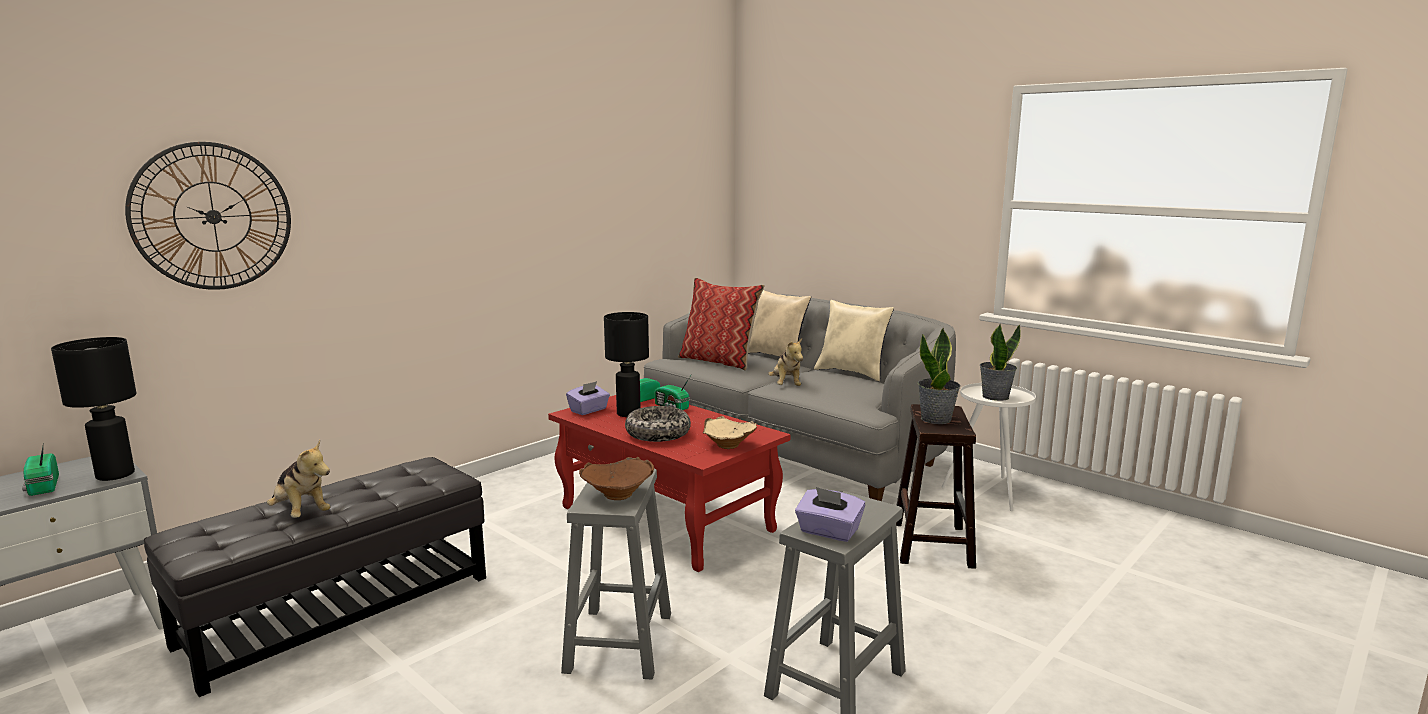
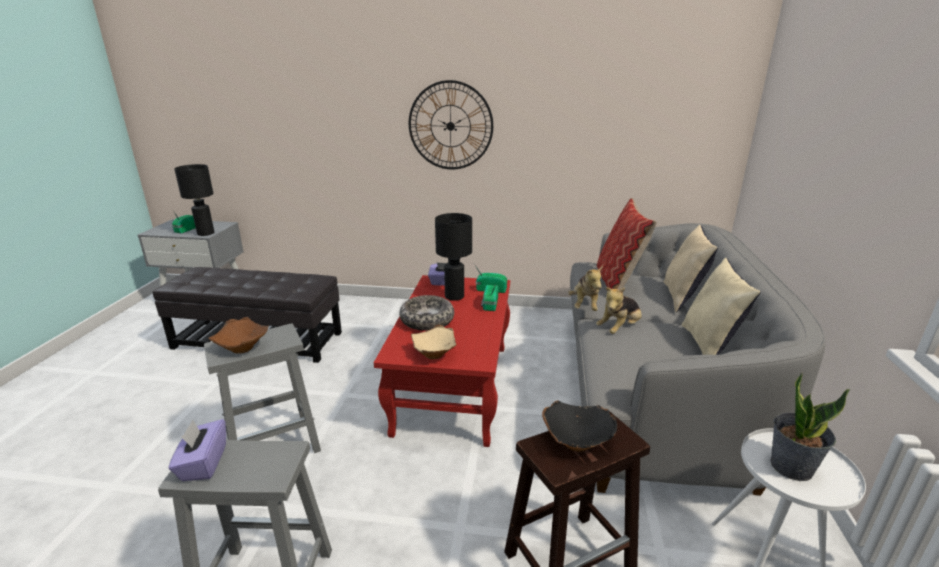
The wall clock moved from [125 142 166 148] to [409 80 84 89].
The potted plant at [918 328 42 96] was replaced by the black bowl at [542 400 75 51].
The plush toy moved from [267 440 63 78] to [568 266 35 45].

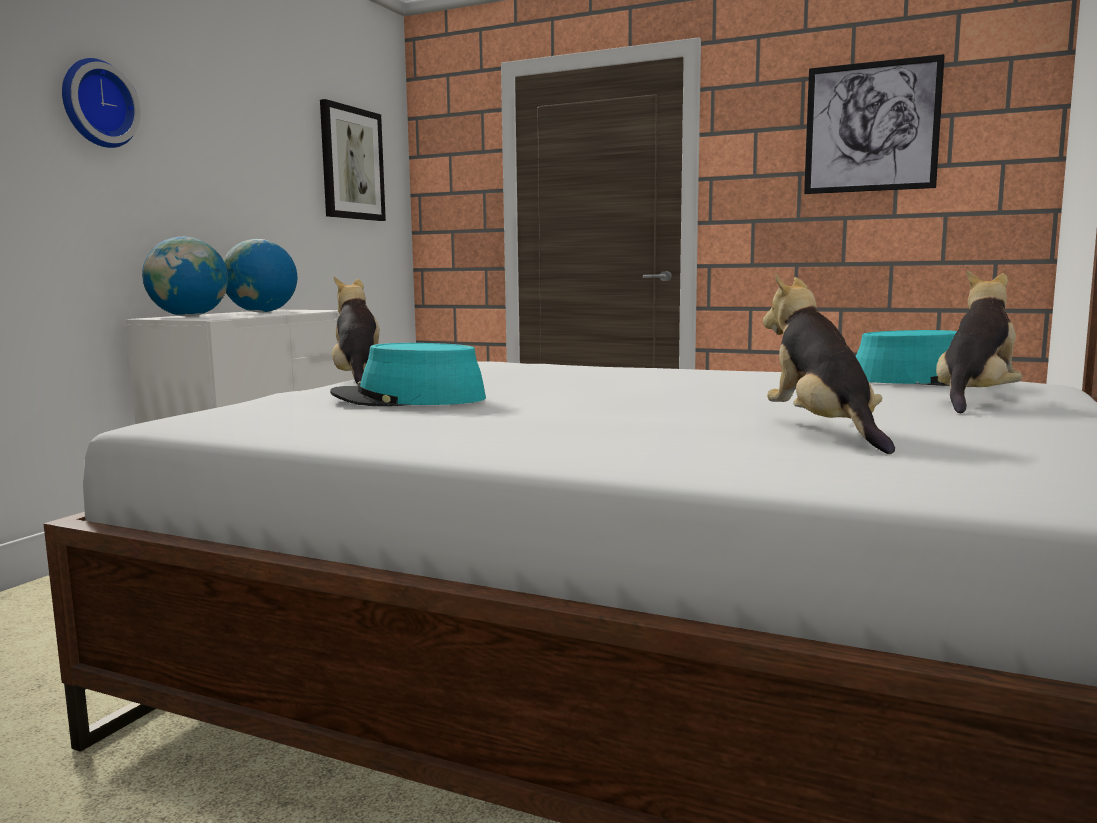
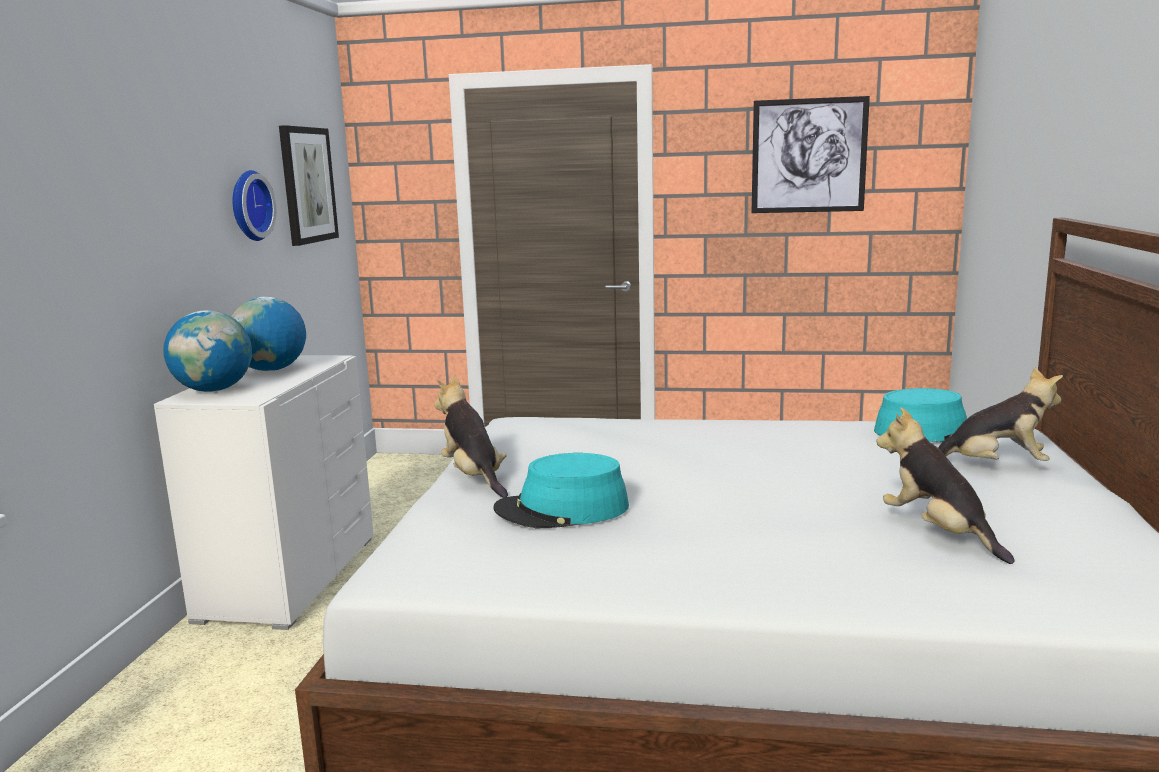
The wall clock moved from [62 58 79 90] to [233 170 43 71].
The plush toy at [936 270 87 143] turned 75 degrees clockwise.

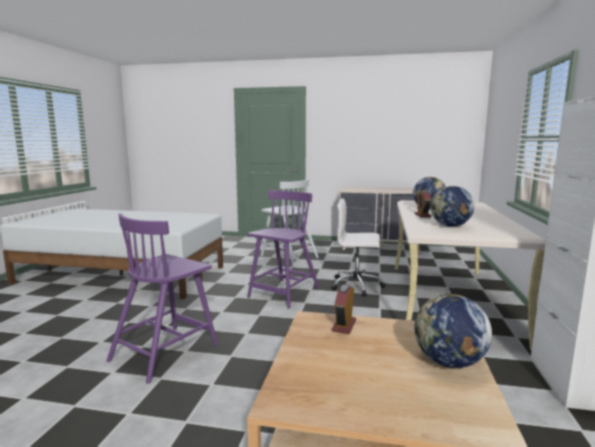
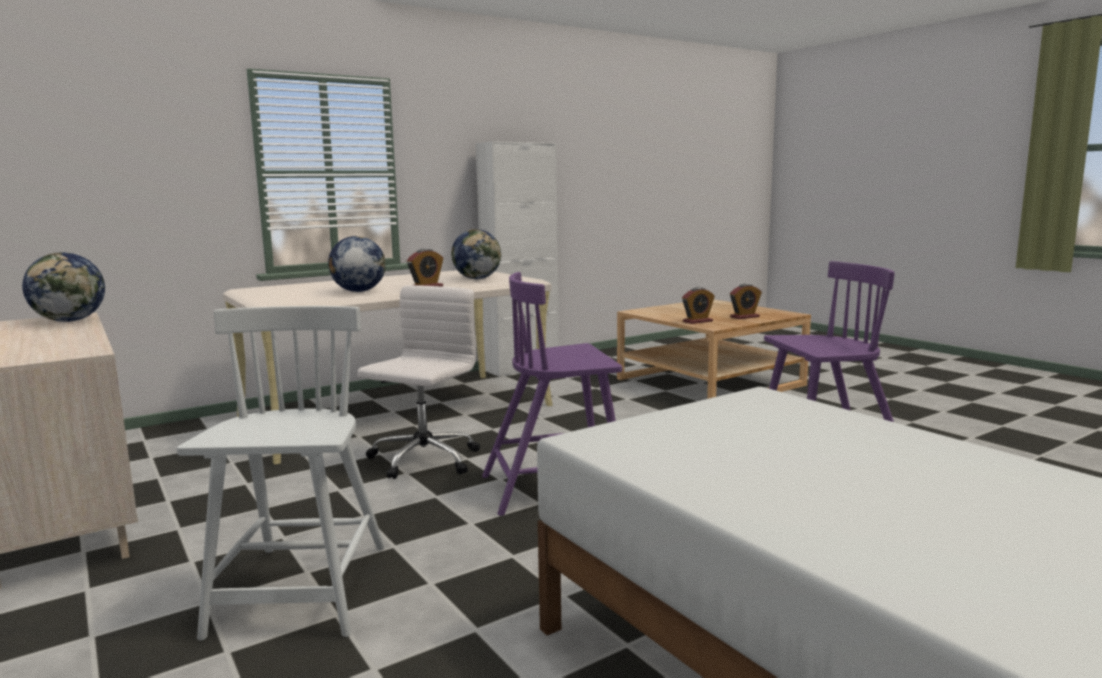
The globe moved from [414 294 78 74] to [22 252 83 70].
The white office chair at [331 198 54 98] turned 120 degrees counterclockwise.
The alarm clock at [730 284 32 35] appeared.

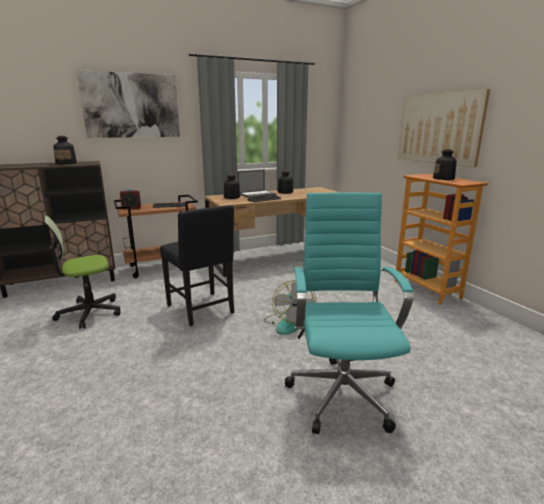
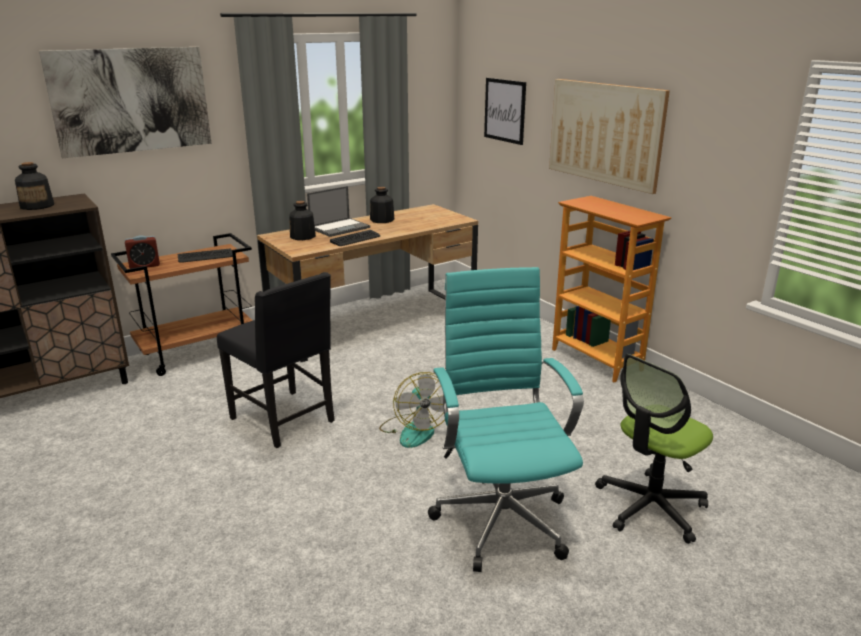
The picture at [484 78 42 67] appeared.
The office chair moved from [44 215 77 114] to [595 354 118 190].
The bottle at [433 149 24 31] disappeared.

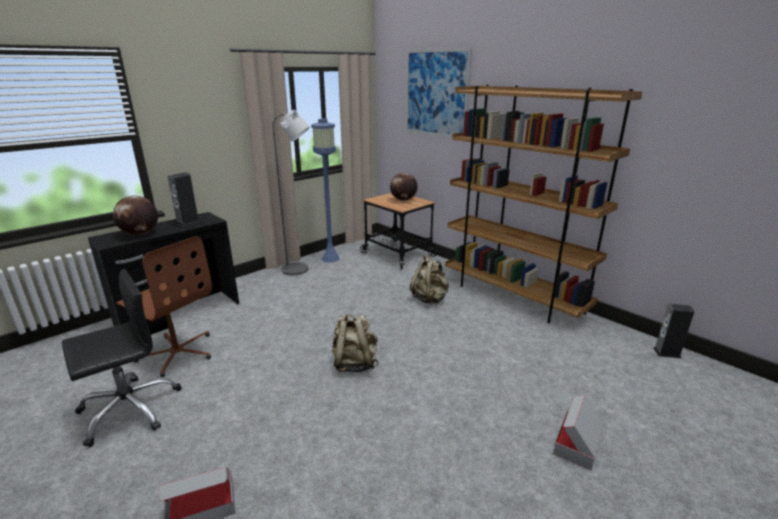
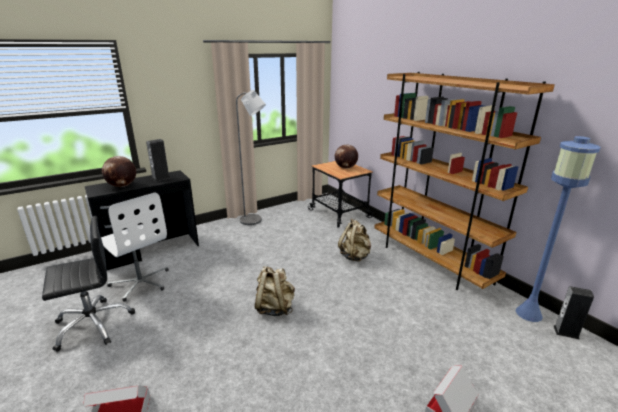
The brown office chair at [117 236 95 141] became the white office chair at [101 193 68 108].
The blue floor lamp moved from [311 119 29 144] to [516 136 85 186].
The picture at [405 47 67 91] disappeared.

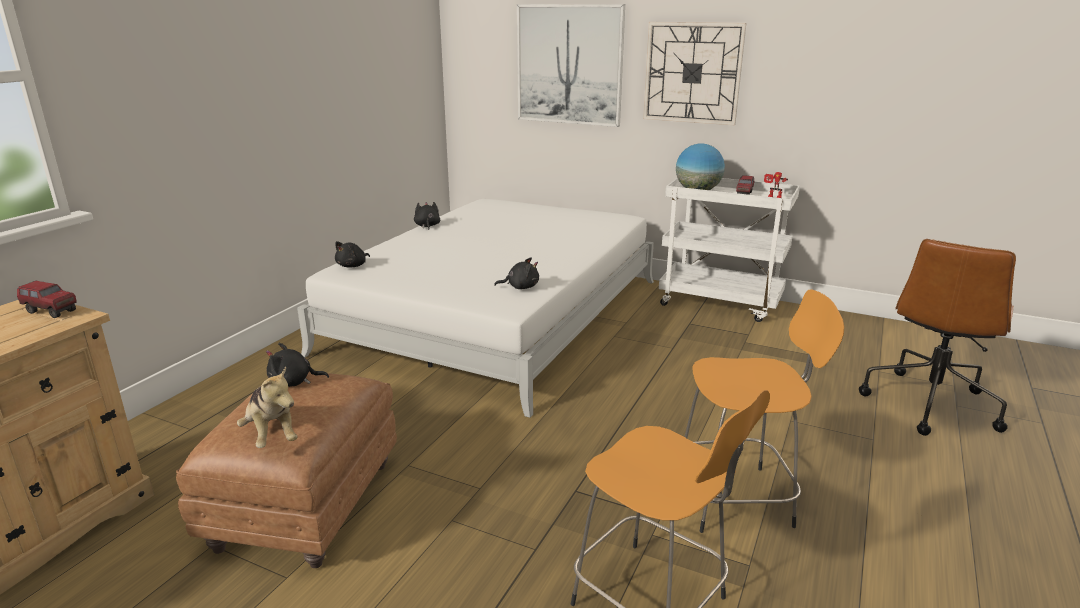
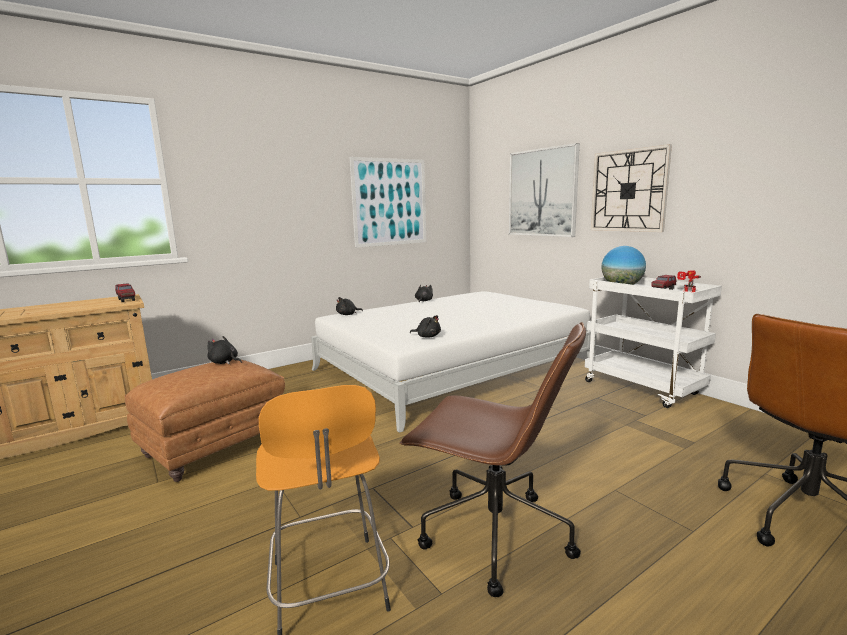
The picture at [350 157 76 91] appeared.
The orange stool at [685 290 159 243] was replaced by the brown office chair at [399 322 187 275].
The plush toy at [237 366 61 82] disappeared.

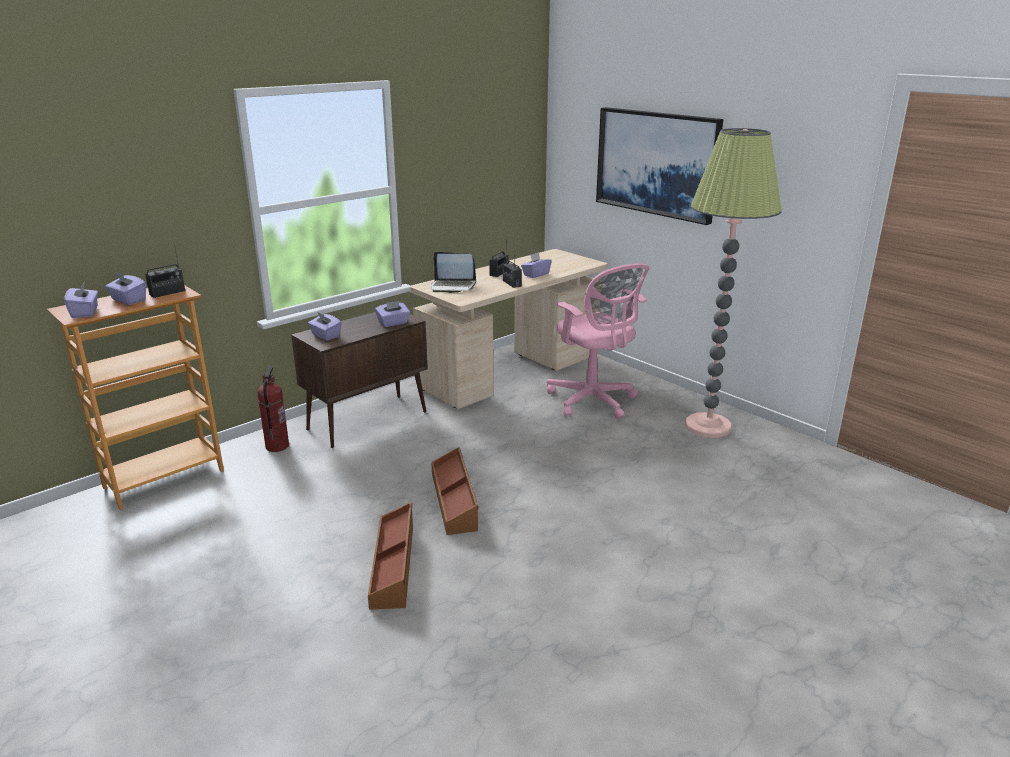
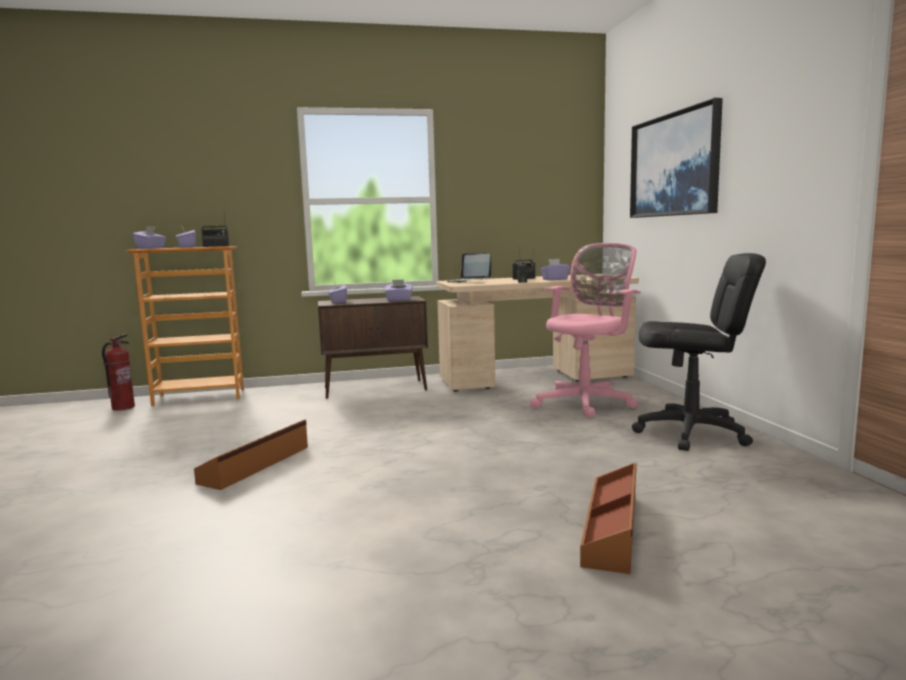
The fire extinguisher moved from [257 367 32 85] to [102 334 33 77].
The pink office chair at [547 263 102 156] turned 135 degrees counterclockwise.
The brown storage box moved from [431 447 47 88] to [580 463 57 111].
The floor lamp at [685 128 97 310] was replaced by the black office chair at [632 253 134 198].

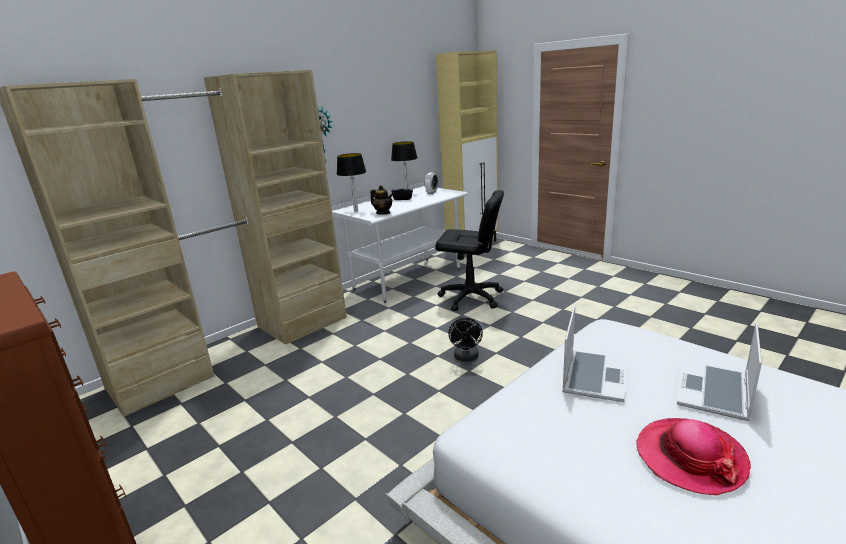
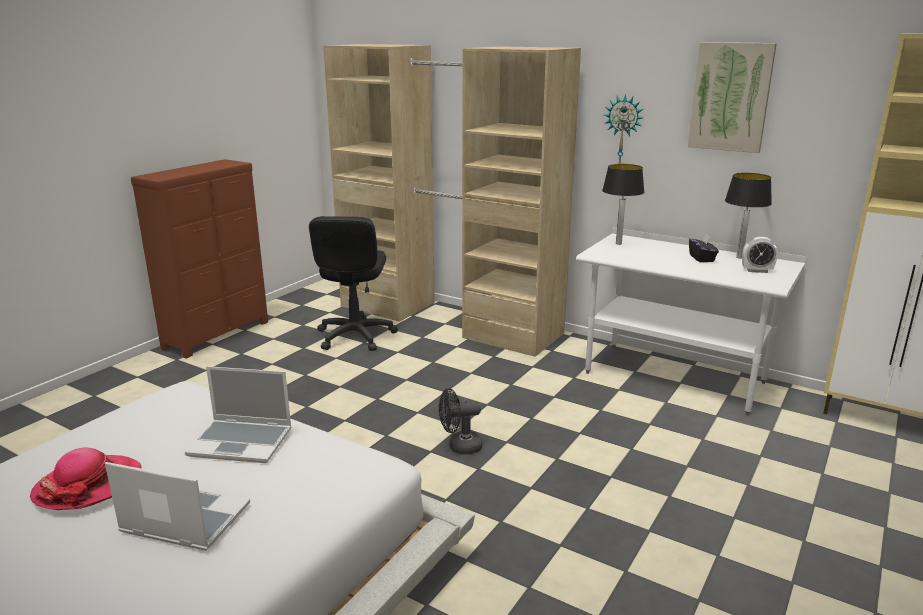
The black office chair moved from [435 190 69 121] to [309 216 89 135].
The picture at [688 42 89 111] appeared.
The teapot at [370 185 23 30] disappeared.

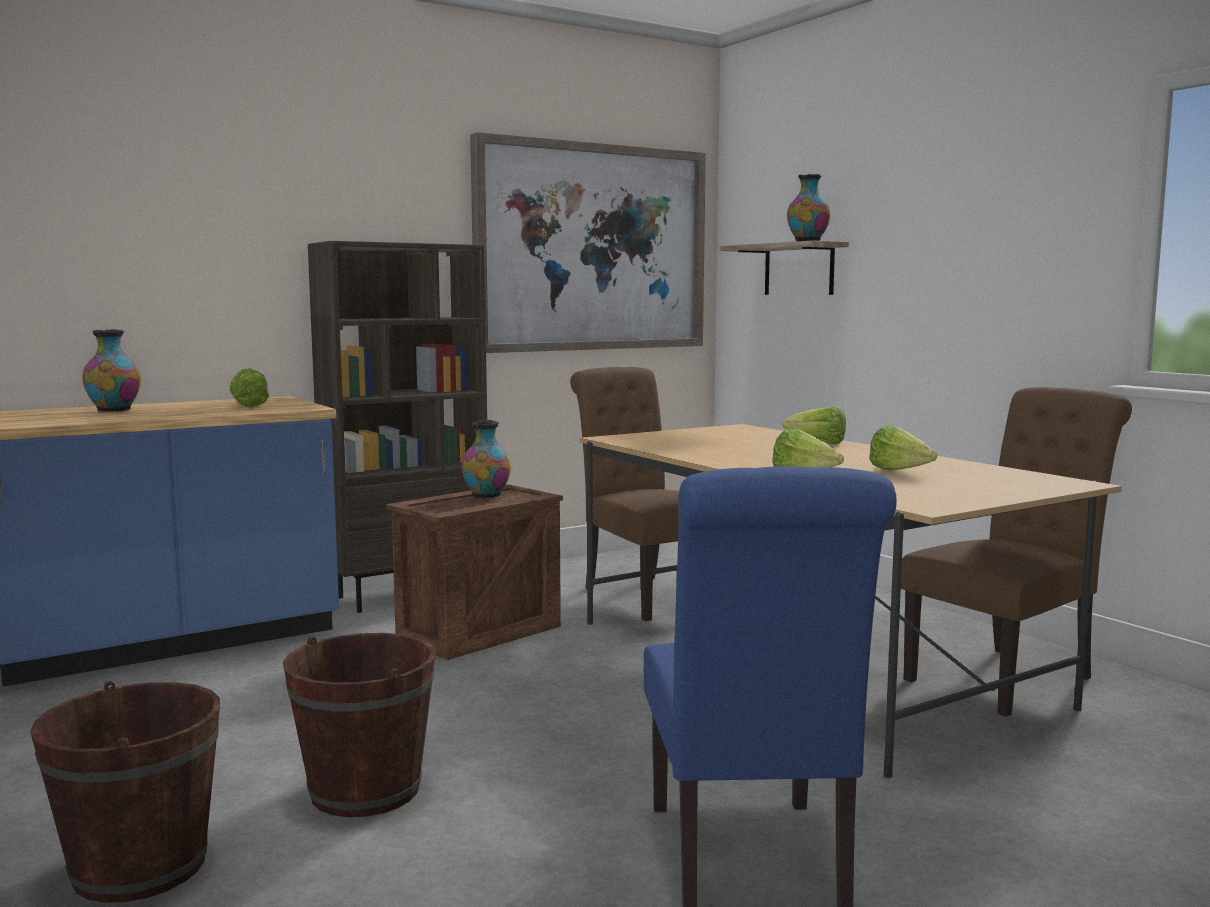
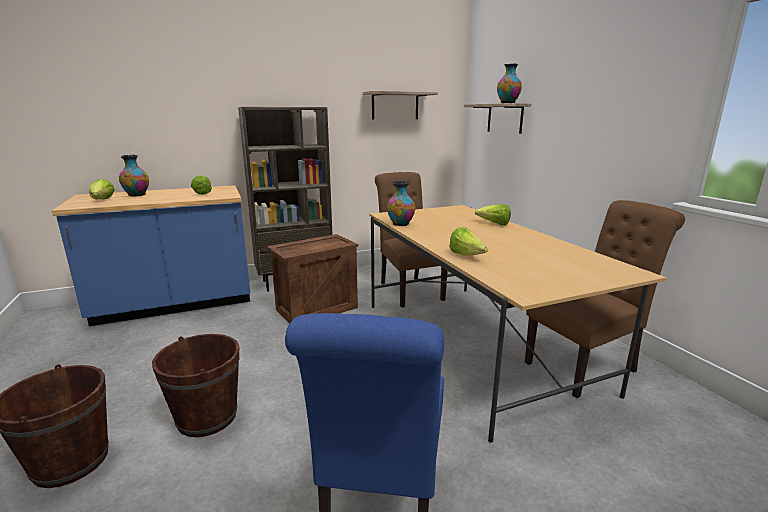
The lettuce moved from [869 425 68 45] to [89 179 26 20].
The picture at [470 132 236 221] was replaced by the shelf at [363 91 75 28].
The vase moved from [462 420 49 78] to [387 181 28 45].

